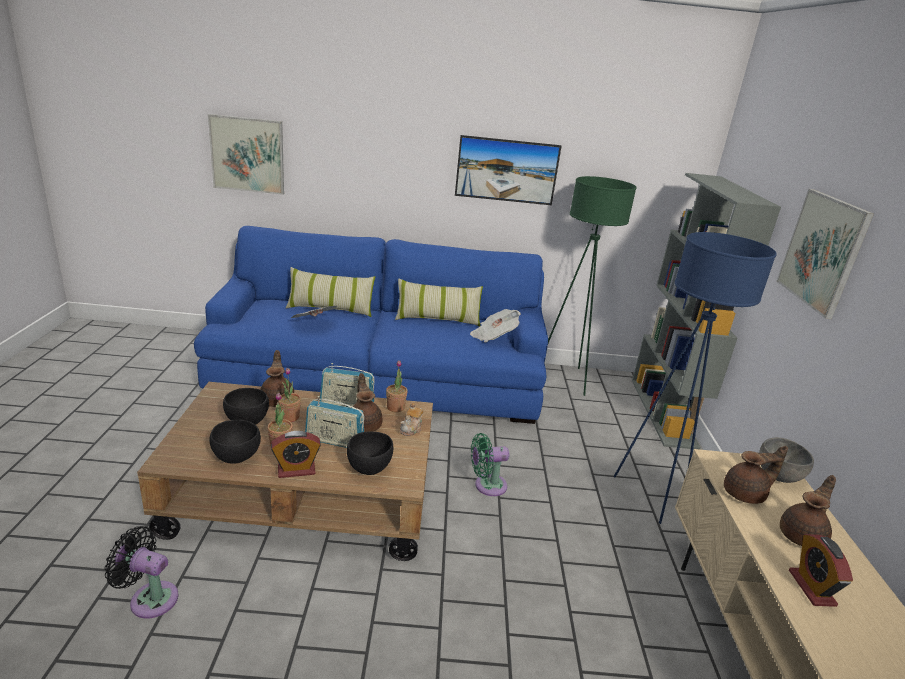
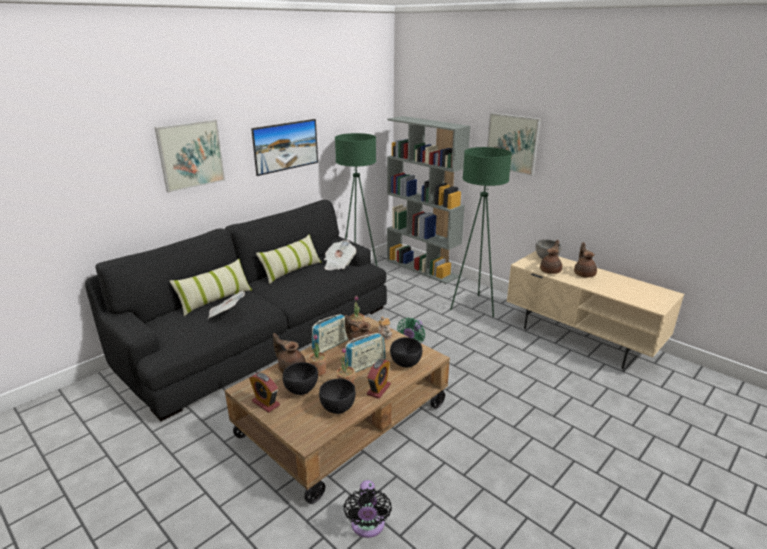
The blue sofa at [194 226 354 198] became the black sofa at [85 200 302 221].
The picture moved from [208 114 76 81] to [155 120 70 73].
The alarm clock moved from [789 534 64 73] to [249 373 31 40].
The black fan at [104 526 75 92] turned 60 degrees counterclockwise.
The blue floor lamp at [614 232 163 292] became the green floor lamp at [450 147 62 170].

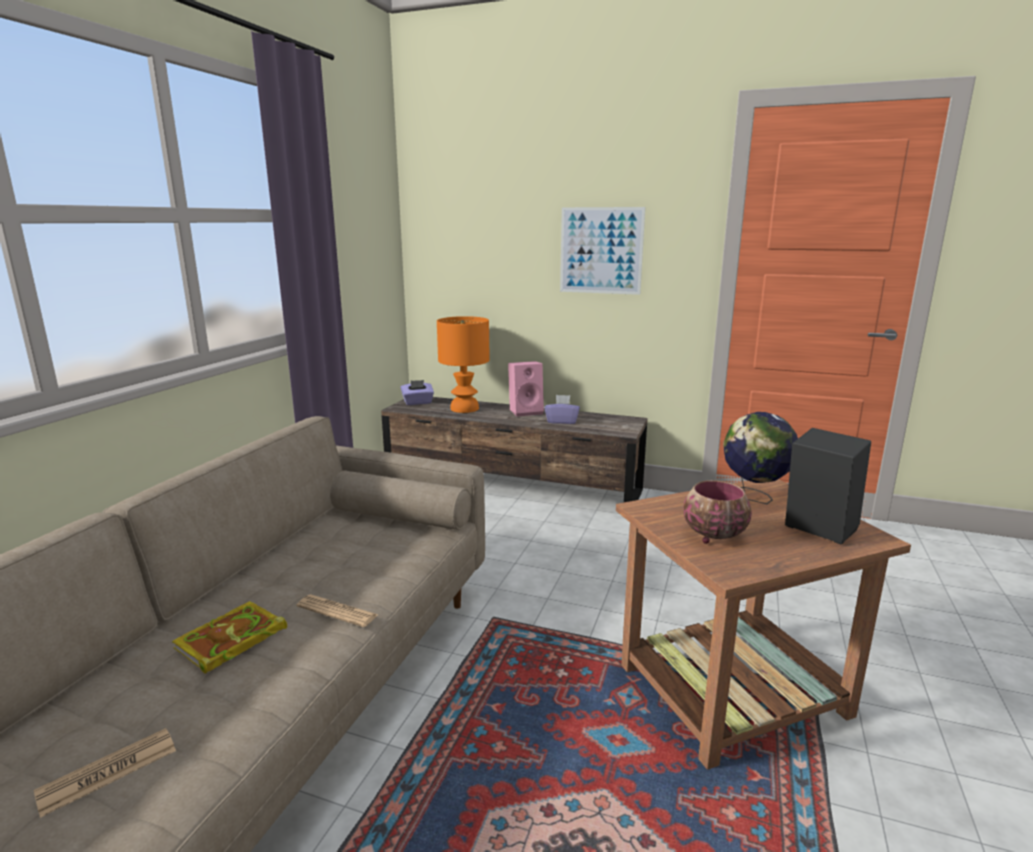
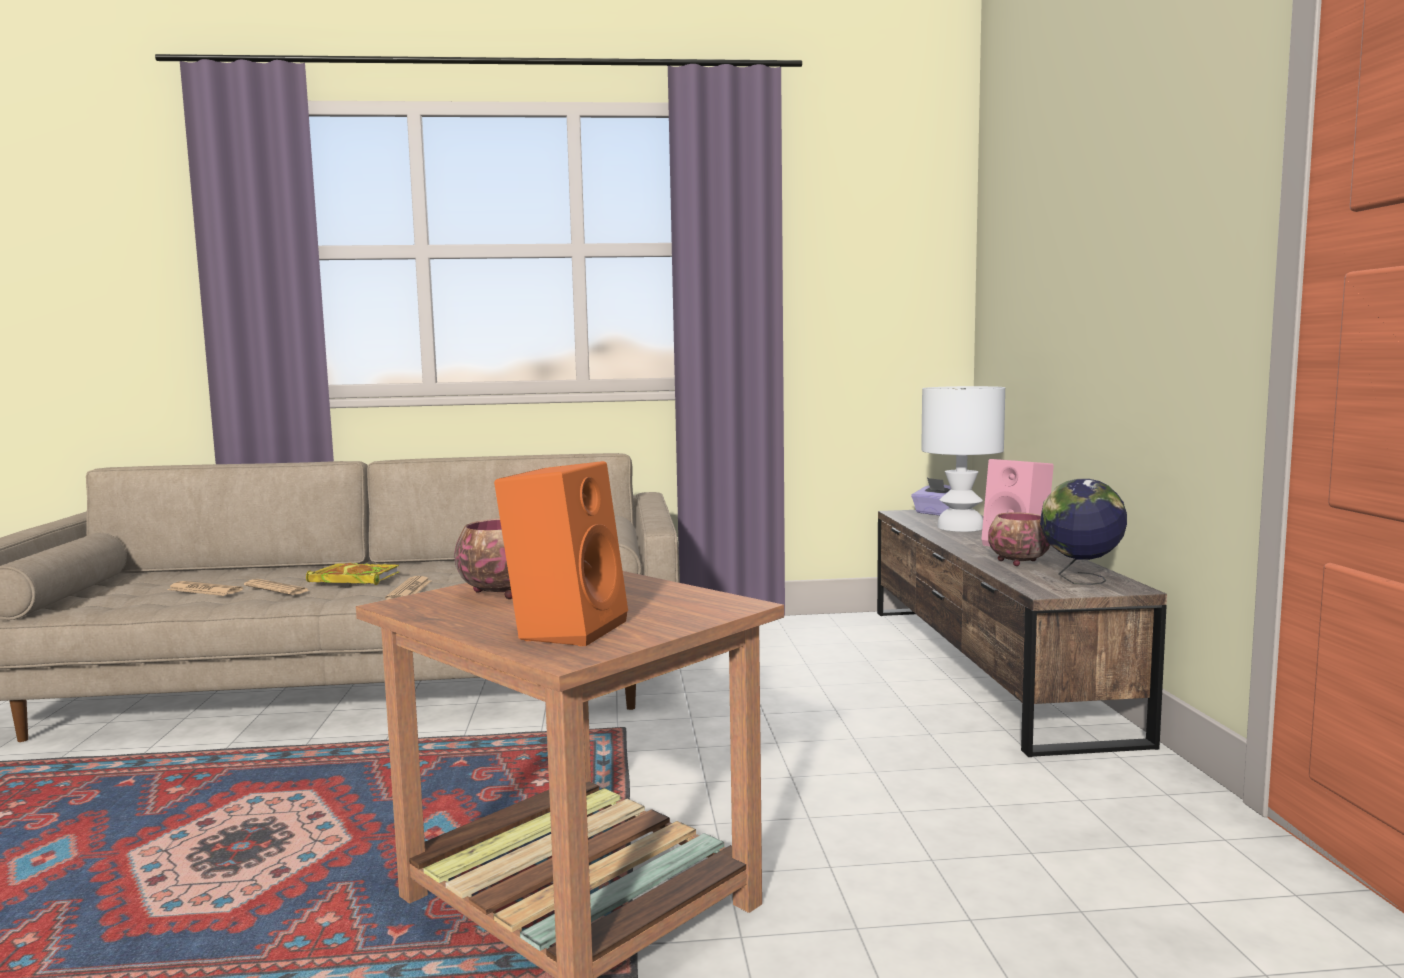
The newspaper at [244 579 66 16] appeared.
The black speaker at [785 428 86 116] became the orange speaker at [494 461 134 185].
The orange table lamp at [437 316 53 97] became the white table lamp at [921 386 84 146].
The purple tissue box at [545 395 35 29] was replaced by the bowl at [988 512 62 54].
The globe moved from [723 412 75 92] to [1040 479 87 106].
The picture at [560 207 85 88] disappeared.

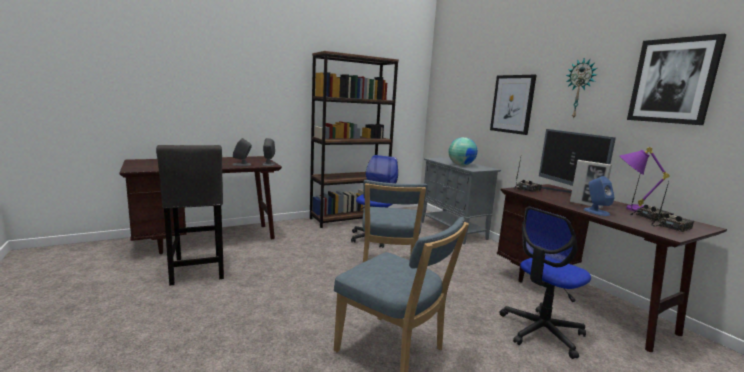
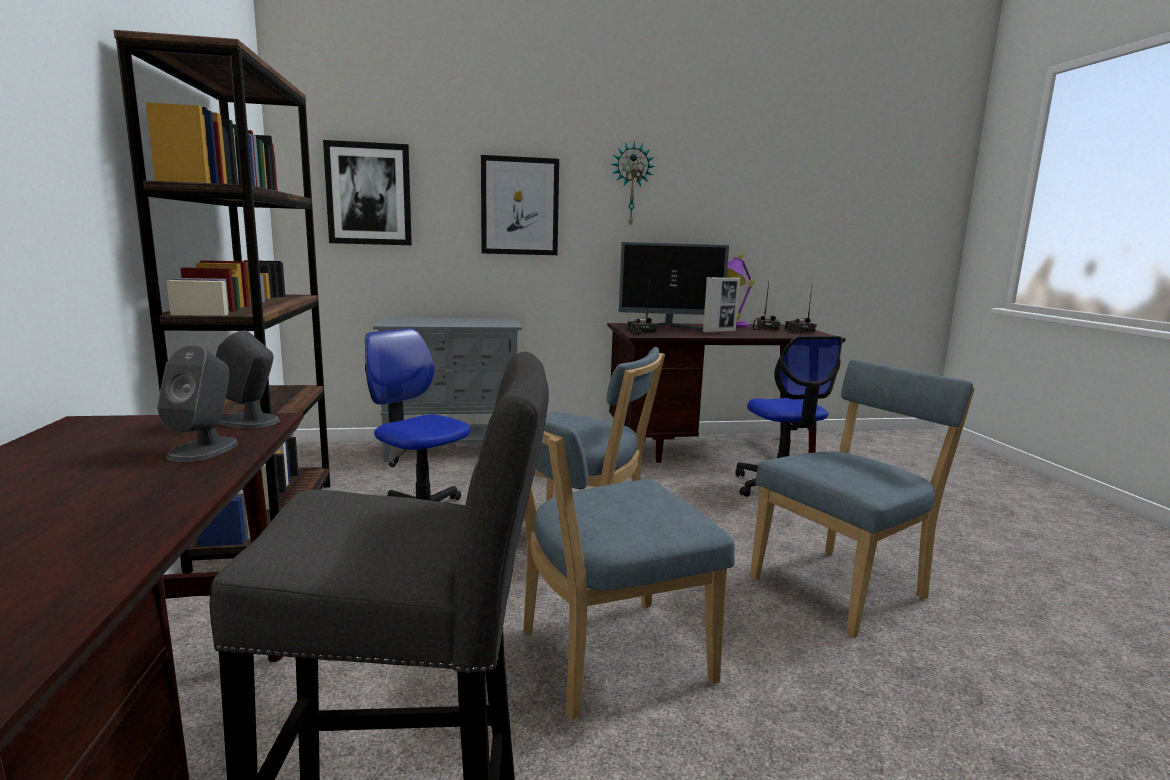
The picture moved from [627 34 99 91] to [323 140 89 105].
The blue chair at [523 418 212 302] appeared.
The globe at [449 137 28 29] disappeared.
The blue speaker at [583 176 32 40] disappeared.

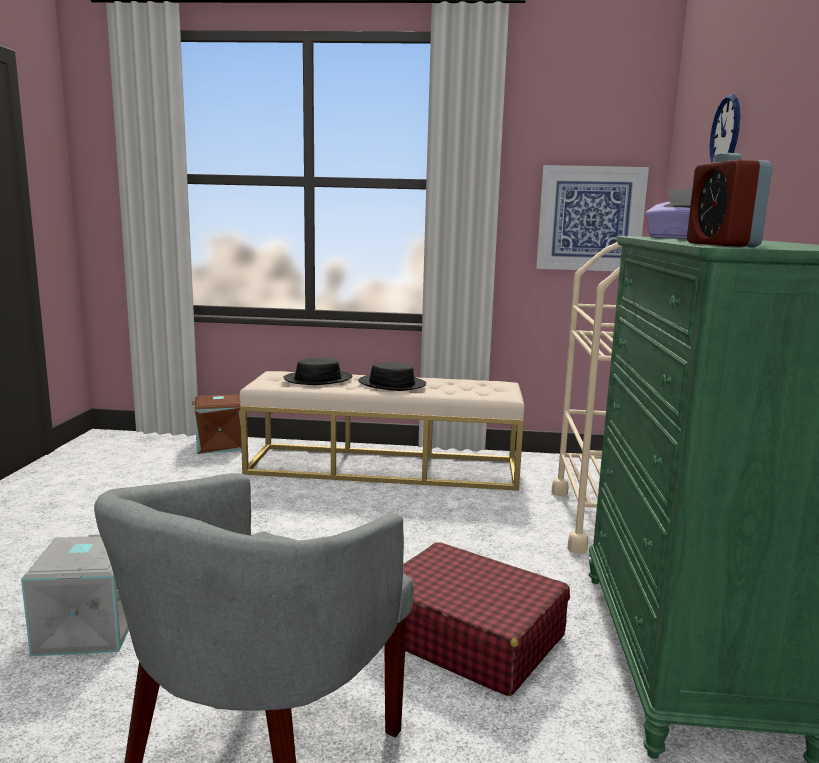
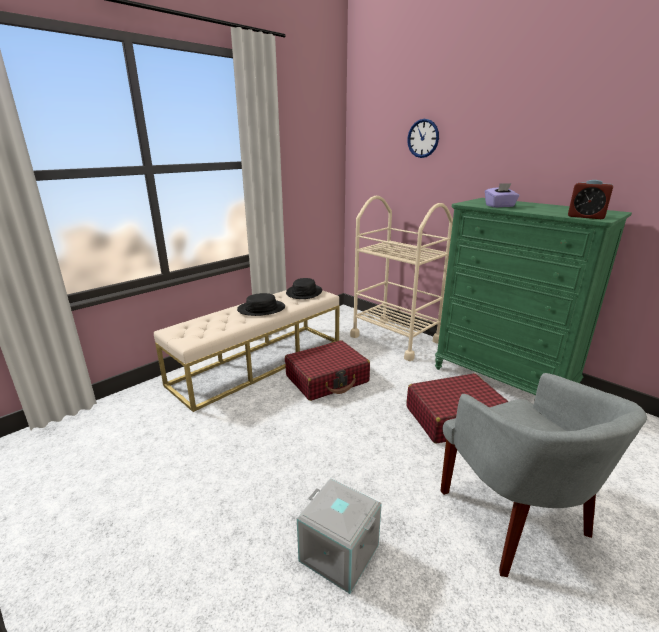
The red suitcase at [285 340 85 61] appeared.
The black hat moved from [283 358 69 27] to [286 278 36 21].
The brown storage box at [192 394 50 60] disappeared.
The picture at [536 165 113 106] disappeared.

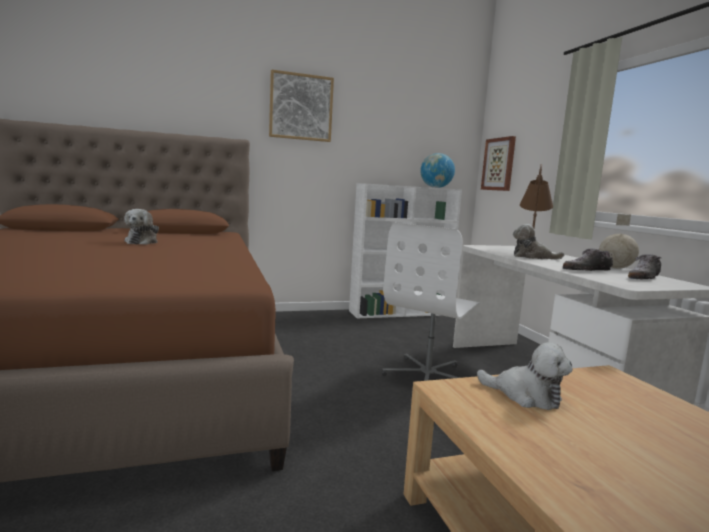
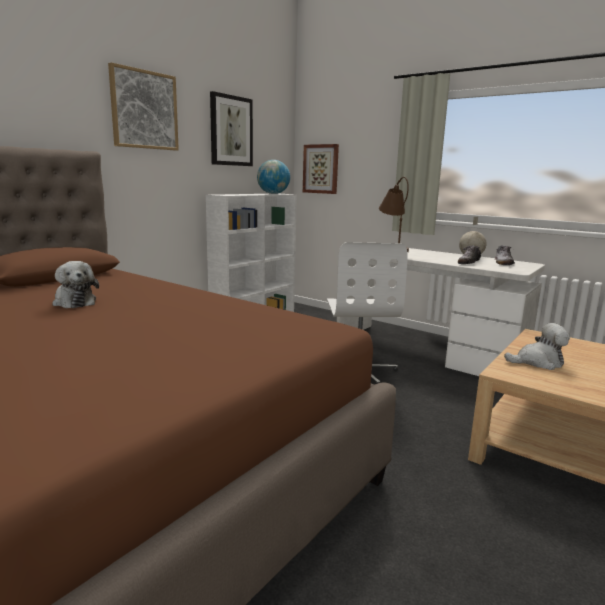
The picture at [210 91 43 75] appeared.
The plush toy at [513 224 52 35] disappeared.

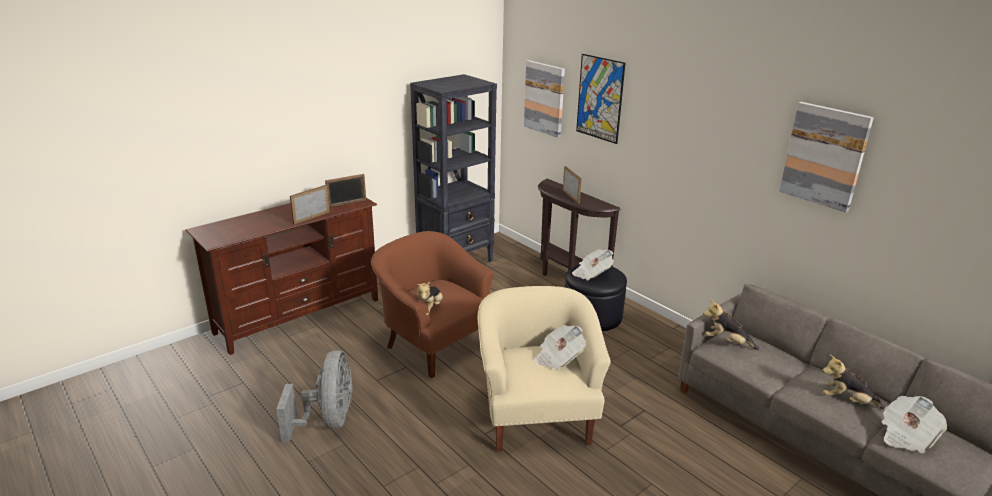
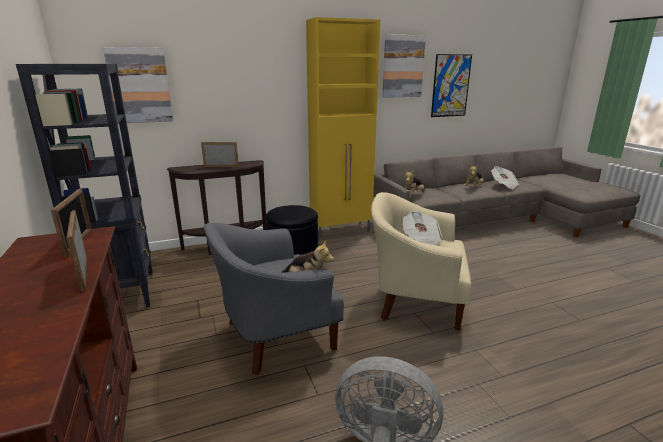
The brown armchair at [371 231 123 147] became the grey armchair at [204 223 140 152].
The yellow cabinet at [306 17 74 222] appeared.
The picture moved from [576 54 50 90] to [431 54 41 63].
The newspaper at [572 249 42 31] disappeared.

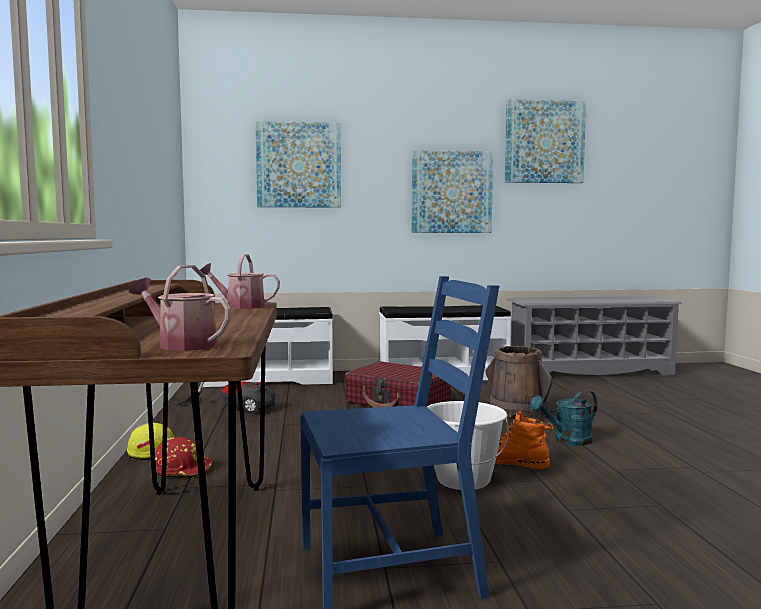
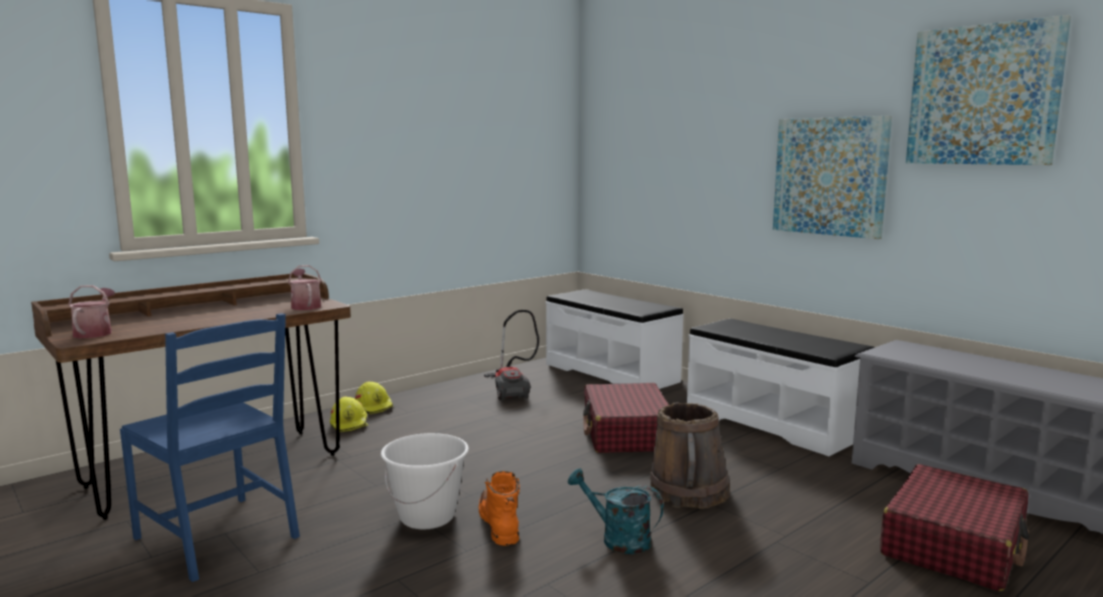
The red hard hat at [155 437 57 41] became the yellow hard hat at [330 397 38 35].
The red suitcase at [880 464 149 127] appeared.
The picture at [255 121 86 87] disappeared.

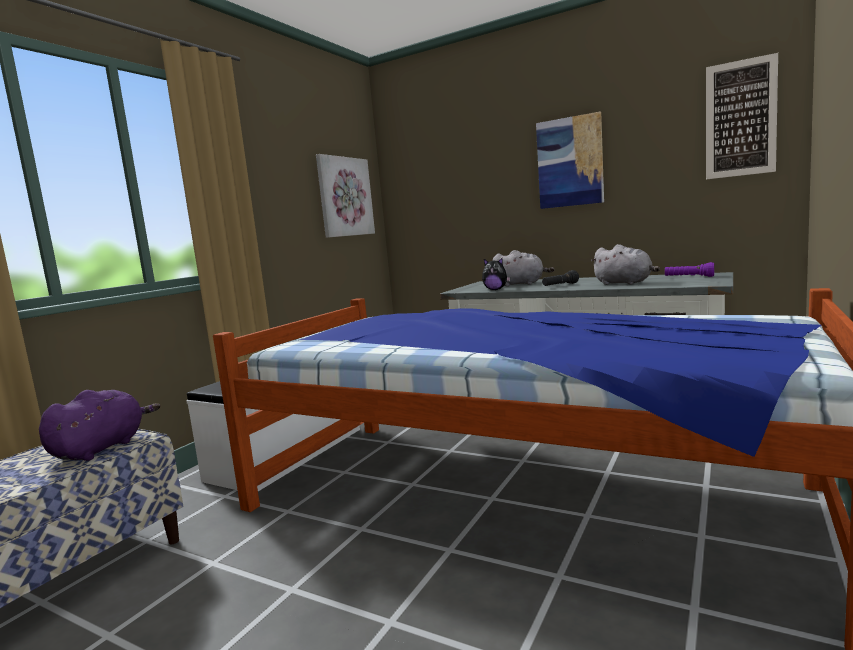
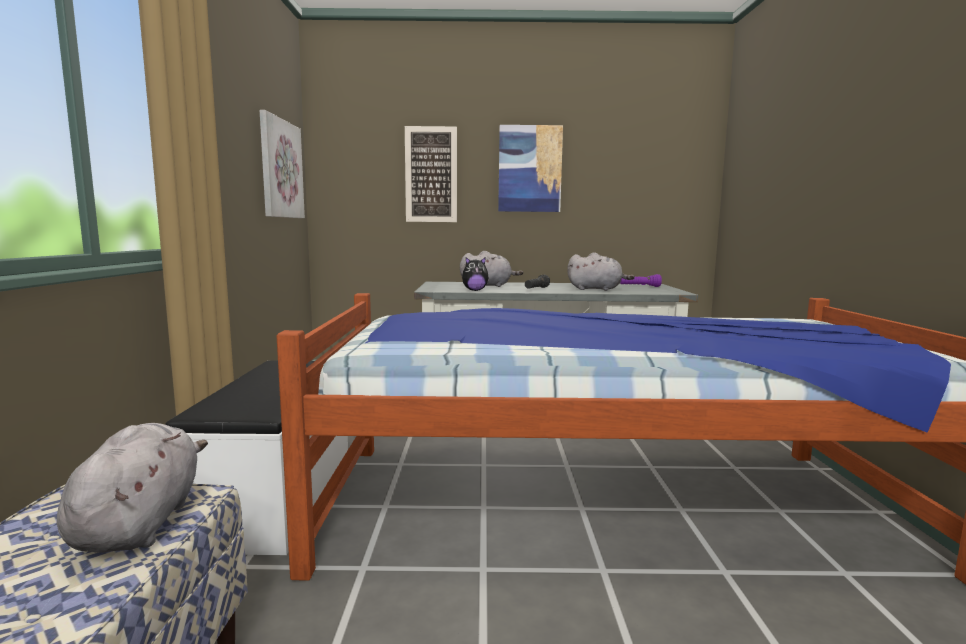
The purple plush toy at [39 390 121 71] became the grey plush toy at [57 423 151 130].
The picture moved from [706 53 72 126] to [405 126 52 96].

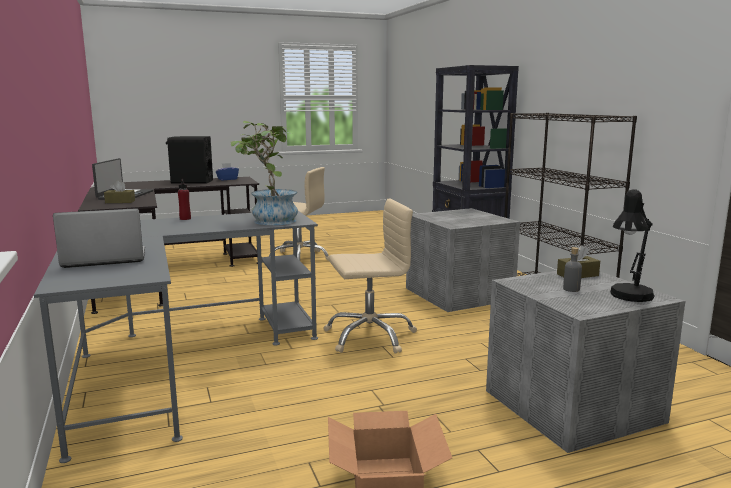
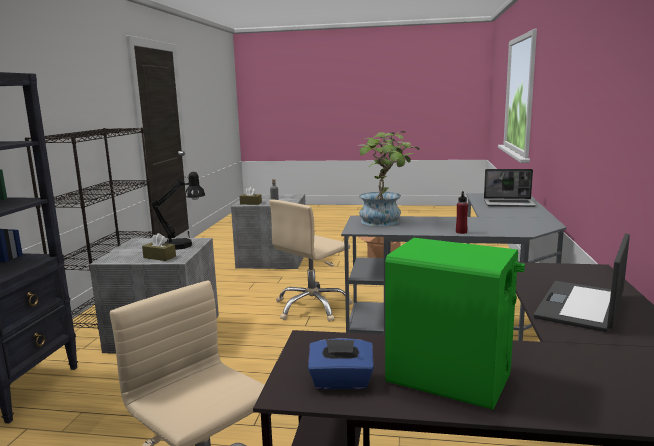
The brown tissue box moved from [104 180 31 23] to [142 233 34 28].
The black table lamp moved from [610 189 44 113] to [151 172 54 78].
The beige office chair at [324 198 93 156] turned 60 degrees counterclockwise.
The black speaker at [166 136 47 48] became the green speaker at [385 238 140 172].

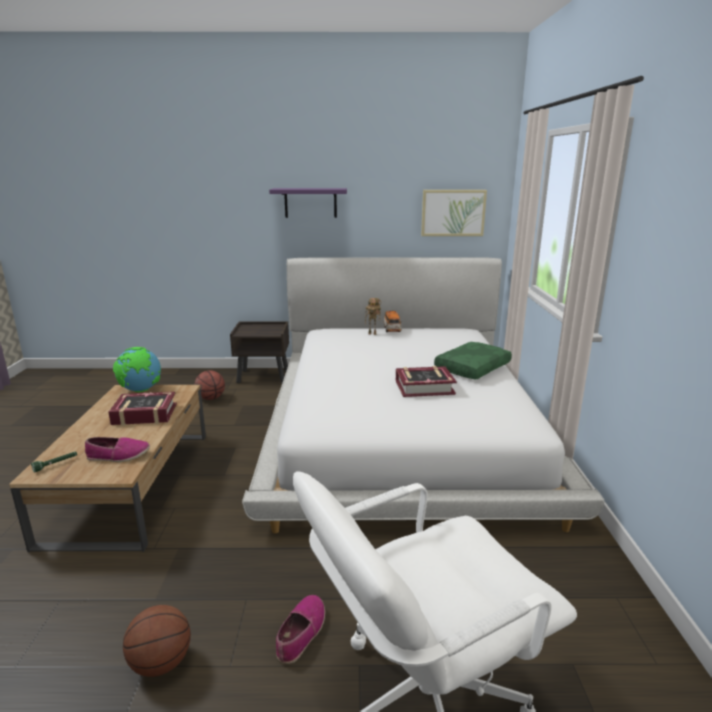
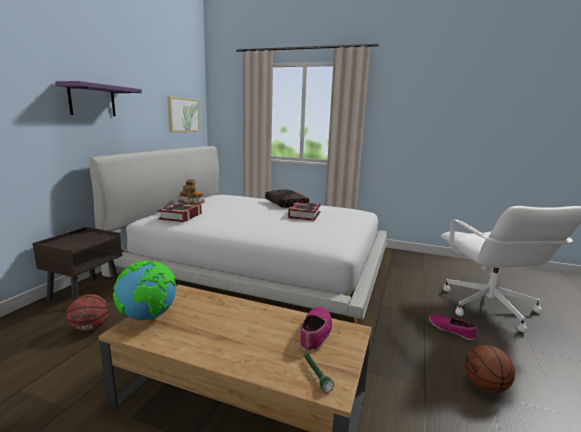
The book moved from [108 392 69 34] to [158 203 44 19].
The green pillow at [434 342 78 38] became the brown pillow at [265 190 44 18].

